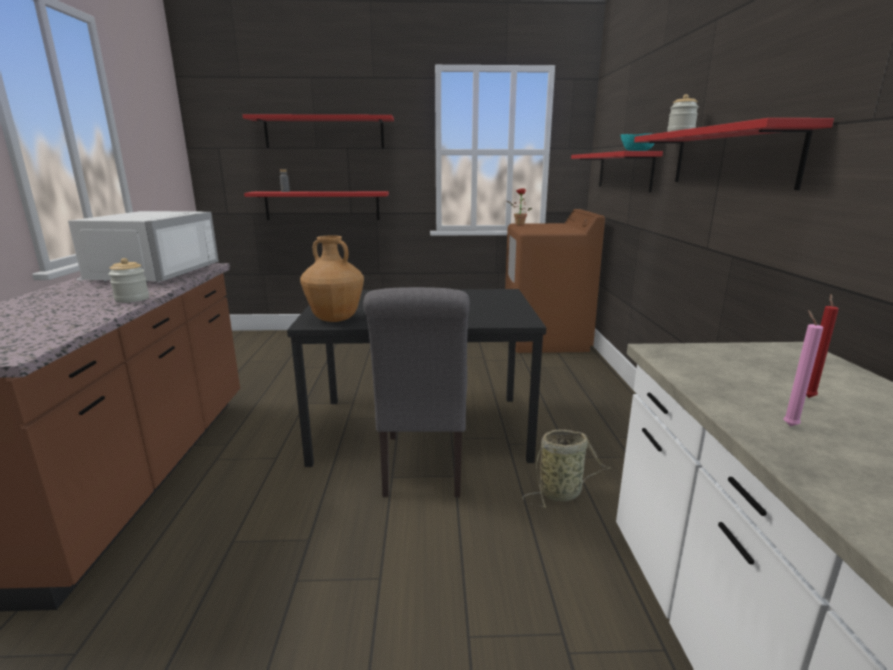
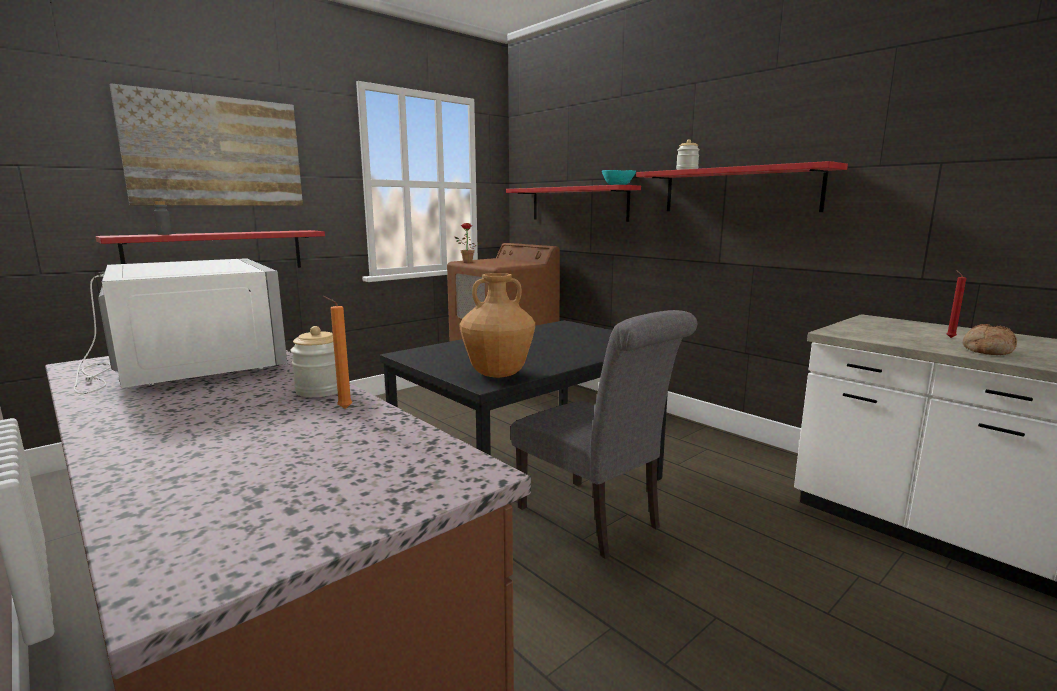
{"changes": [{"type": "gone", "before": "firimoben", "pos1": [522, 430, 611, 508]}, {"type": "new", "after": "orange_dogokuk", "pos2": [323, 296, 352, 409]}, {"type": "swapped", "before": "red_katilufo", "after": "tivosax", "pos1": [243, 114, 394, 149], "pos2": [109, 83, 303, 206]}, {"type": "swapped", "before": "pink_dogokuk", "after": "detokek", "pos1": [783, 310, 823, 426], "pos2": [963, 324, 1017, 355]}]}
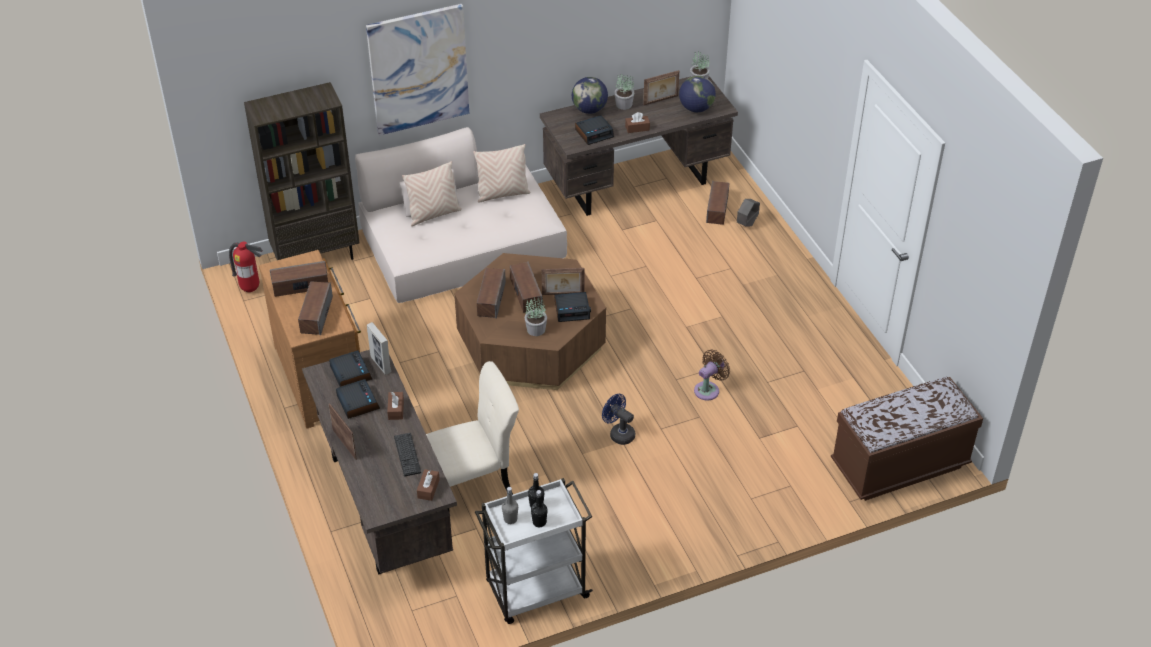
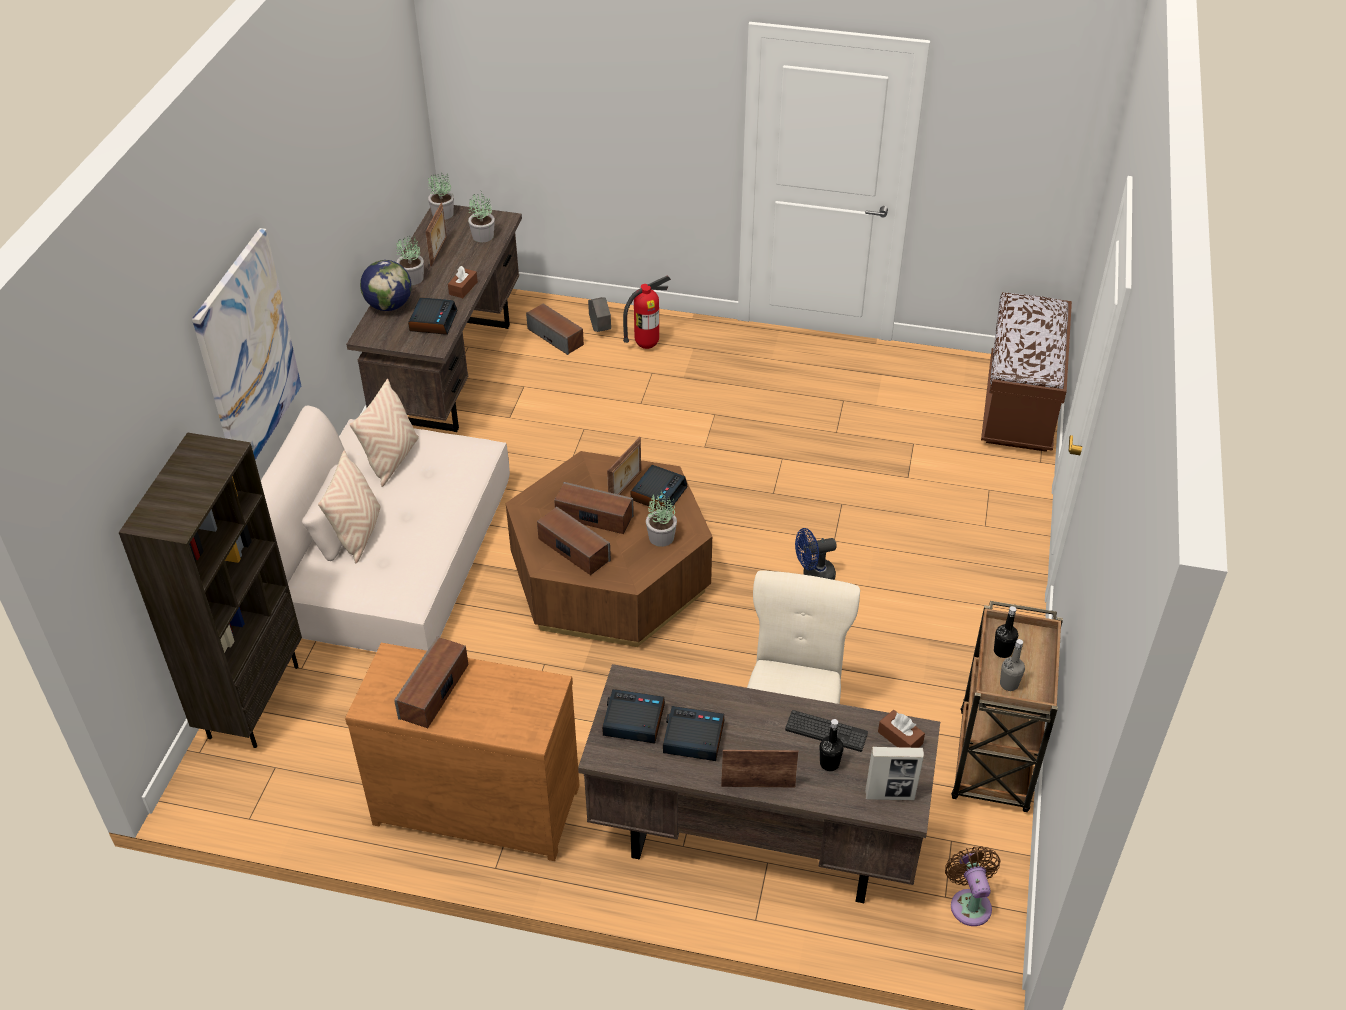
{"changes": [{"type": "gone", "before": "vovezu", "pos1": [298, 281, 333, 335]}, {"type": "gone", "before": "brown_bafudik", "pos1": [387, 392, 404, 420]}, {"type": "shifted", "before": "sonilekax", "pos1": [229, 242, 263, 292], "pos2": [623, 275, 671, 349]}, {"type": "shifted", "before": "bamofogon", "pos1": [367, 322, 391, 375], "pos2": [865, 747, 924, 800]}, {"type": "shifted", "before": "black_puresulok", "pos1": [531, 490, 548, 527], "pos2": [820, 719, 844, 771]}, {"type": "shifted", "before": "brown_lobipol", "pos1": [694, 350, 730, 401], "pos2": [945, 847, 1000, 926]}, {"type": "swapped", "before": "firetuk", "after": "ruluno", "pos1": [679, 76, 716, 112], "pos2": [468, 191, 495, 242]}, {"type": "repainted", "before": "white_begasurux", "after": "brown_begasurux", "pos1": [475, 478, 593, 624], "pos2": [951, 601, 1063, 812]}]}
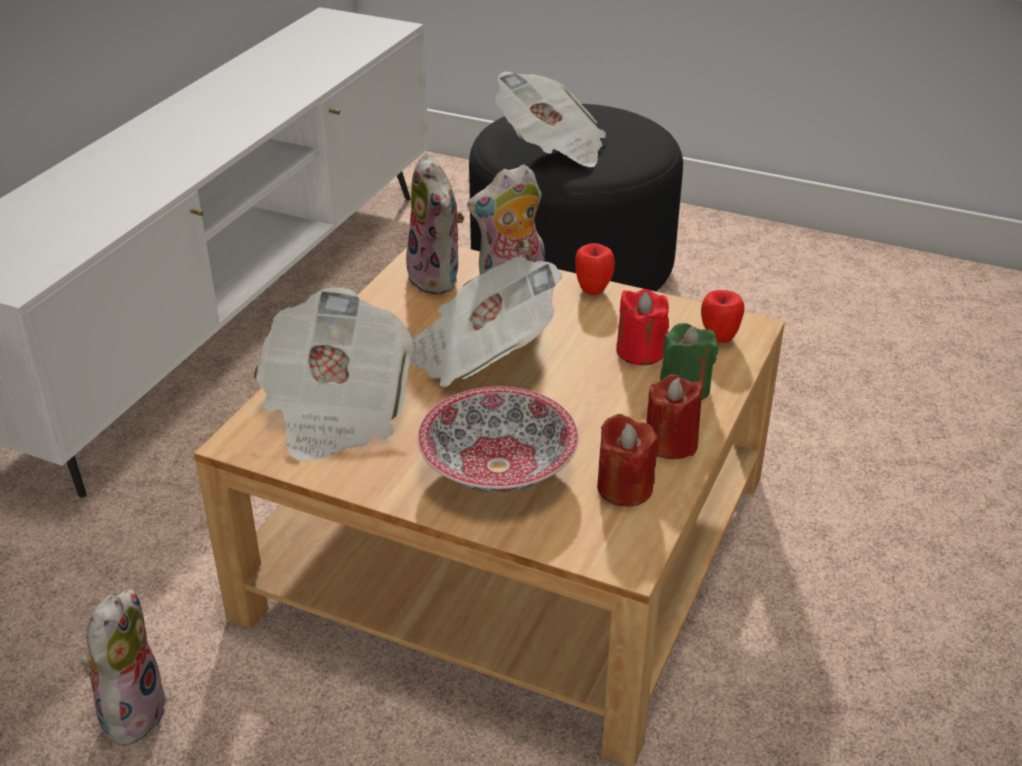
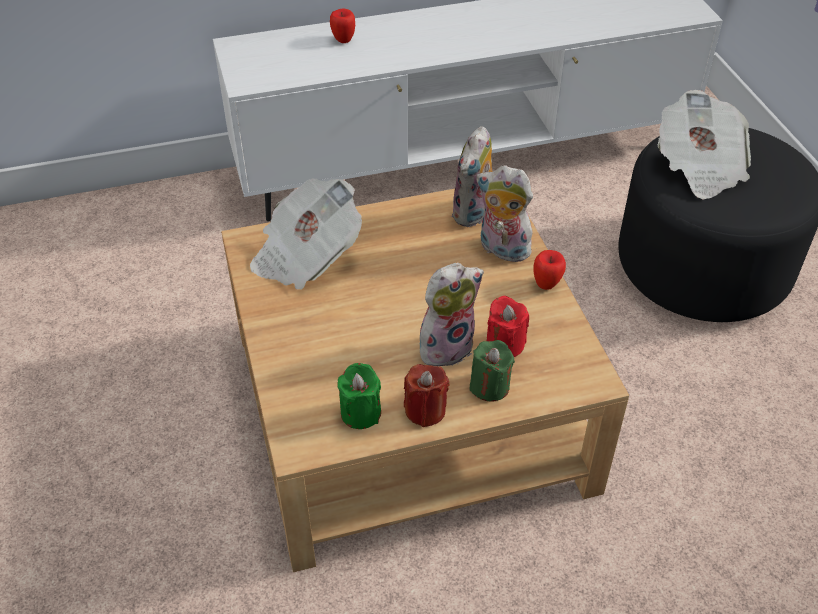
{"changes": [{"type": "gone", "before": "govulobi", "pos1": [409, 256, 562, 387]}, {"type": "gone", "before": "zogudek", "pos1": [417, 387, 579, 493]}, {"type": "shifted", "before": "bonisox", "pos1": [81, 589, 168, 746], "pos2": [420, 263, 484, 366]}, {"type": "shifted", "before": "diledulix", "pos1": [701, 290, 744, 343], "pos2": [330, 8, 355, 43]}, {"type": "repainted", "before": "red_dogokuk", "after": "green_dogokuk", "pos1": [597, 414, 658, 506], "pos2": [337, 363, 381, 429]}]}
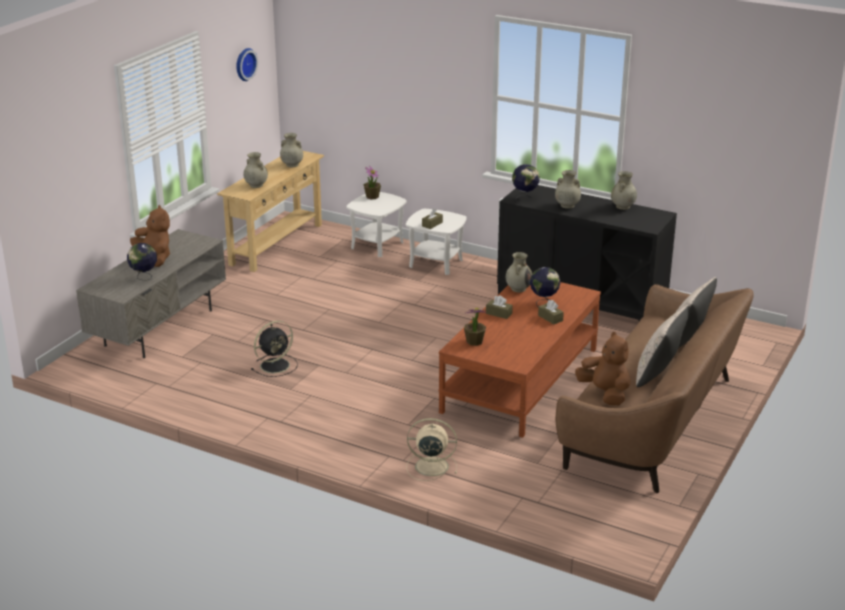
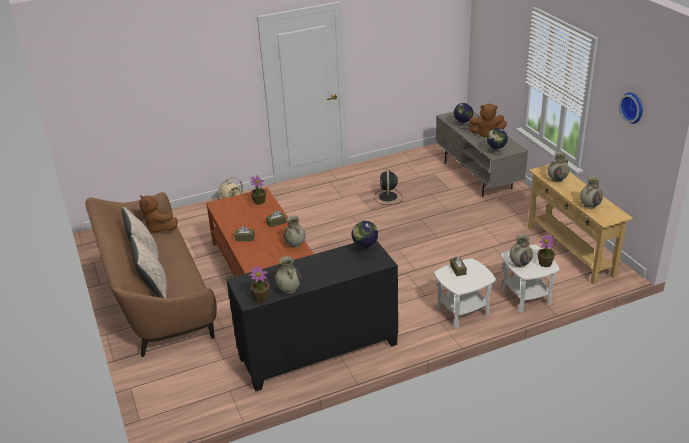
{"changes": [{"type": "new", "after": "ruluno", "pos2": [249, 265, 270, 303]}, {"type": "shifted", "before": "firetuk", "pos1": [530, 267, 560, 306], "pos2": [487, 128, 508, 154]}, {"type": "shifted", "before": "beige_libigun", "pos1": [555, 170, 581, 209], "pos2": [509, 234, 533, 267]}, {"type": "rotated", "before": "brown_bonisox", "pos1": [575, 332, 631, 405], "pos2": [139, 194, 177, 233], "turn": 45}]}
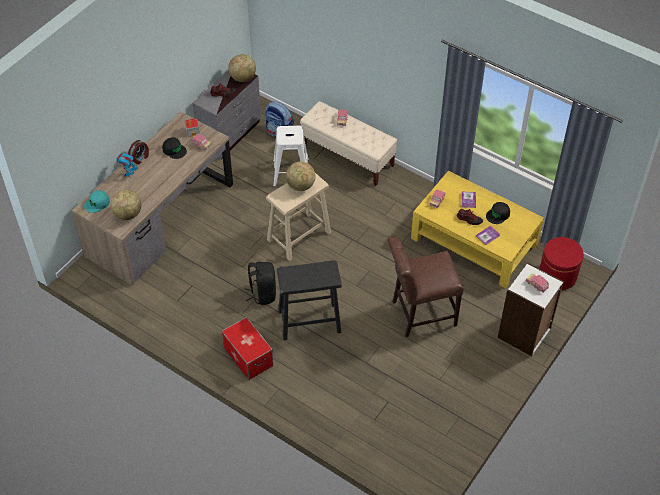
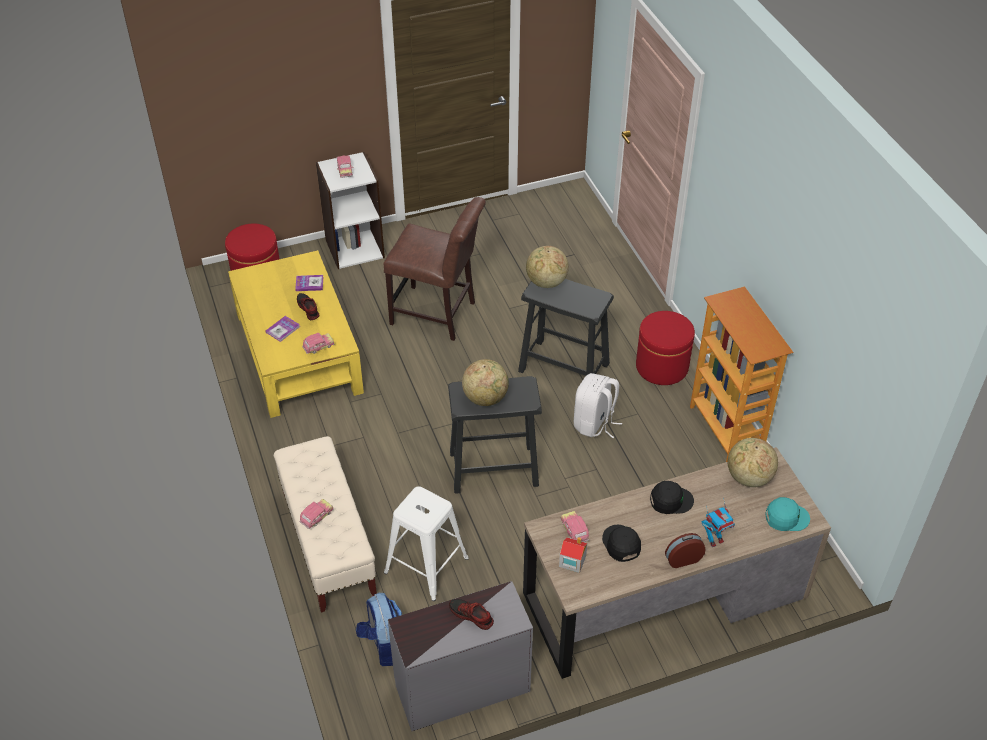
{"changes": [{"type": "new", "after": "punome", "pos2": [690, 287, 793, 462]}, {"type": "shifted", "before": "firetuk", "pos1": [228, 54, 256, 82], "pos2": [526, 246, 569, 288]}, {"type": "shifted", "before": "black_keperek", "pos1": [486, 202, 510, 224], "pos2": [650, 481, 694, 514]}, {"type": "swapped", "before": "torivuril", "after": "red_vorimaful", "pos1": [221, 317, 273, 380], "pos2": [636, 311, 695, 385]}, {"type": "repainted", "before": "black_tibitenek", "after": "white_tibitenek", "pos1": [245, 262, 276, 305], "pos2": [574, 373, 622, 438]}, {"type": "repainted", "before": "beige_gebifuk", "after": "black_gebifuk", "pos1": [266, 173, 331, 261], "pos2": [448, 376, 542, 494]}]}
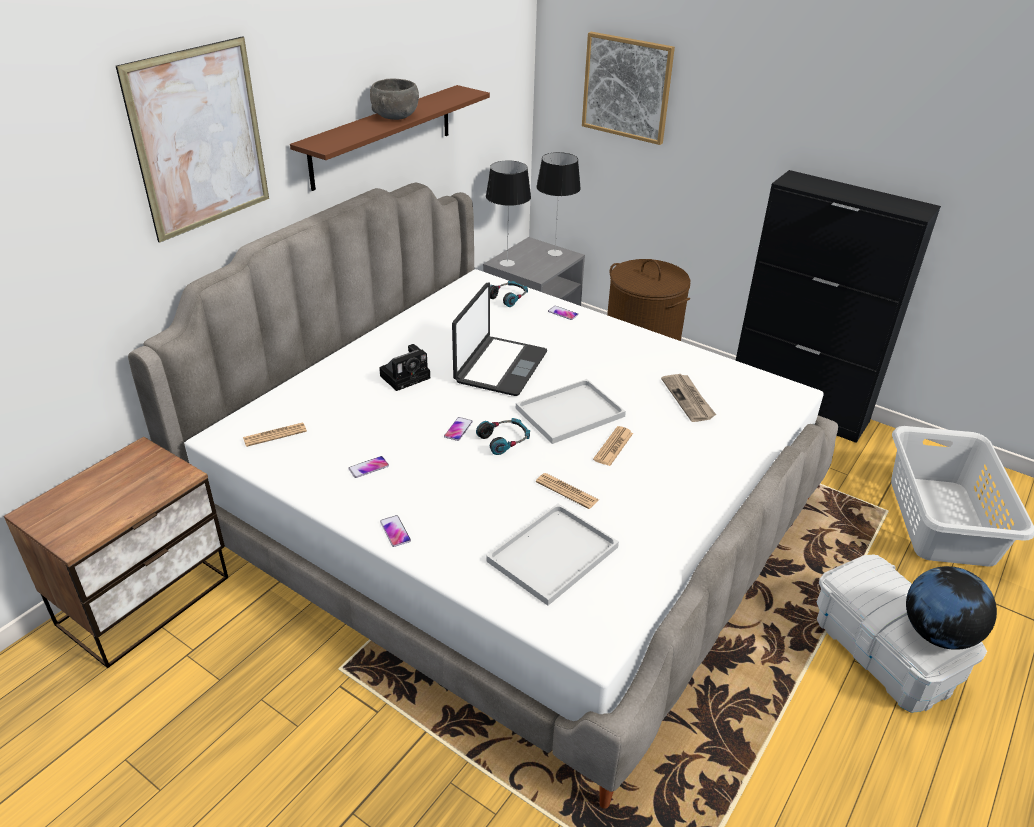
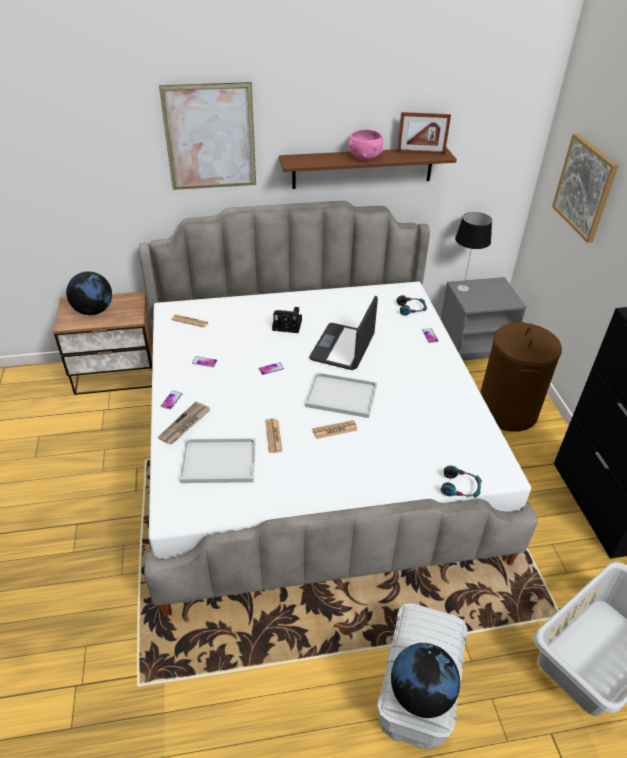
{"changes": [{"type": "gone", "before": "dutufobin", "pos1": [536, 152, 581, 256]}, {"type": "new", "after": "firetuk", "pos2": [66, 271, 112, 315]}, {"type": "new", "after": "bamofogon", "pos2": [397, 112, 451, 155]}, {"type": "shifted", "before": "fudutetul", "pos1": [476, 418, 530, 455], "pos2": [441, 466, 482, 498]}, {"type": "shifted", "before": "govulobi", "pos1": [661, 374, 716, 422], "pos2": [158, 402, 210, 445]}, {"type": "repainted", "before": "grey_zogudek", "after": "pink_zogudek", "pos1": [370, 79, 419, 120], "pos2": [348, 130, 383, 160]}, {"type": "rotated", "before": "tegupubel", "pos1": [452, 282, 547, 396], "pos2": [309, 295, 378, 370], "turn": 135}]}
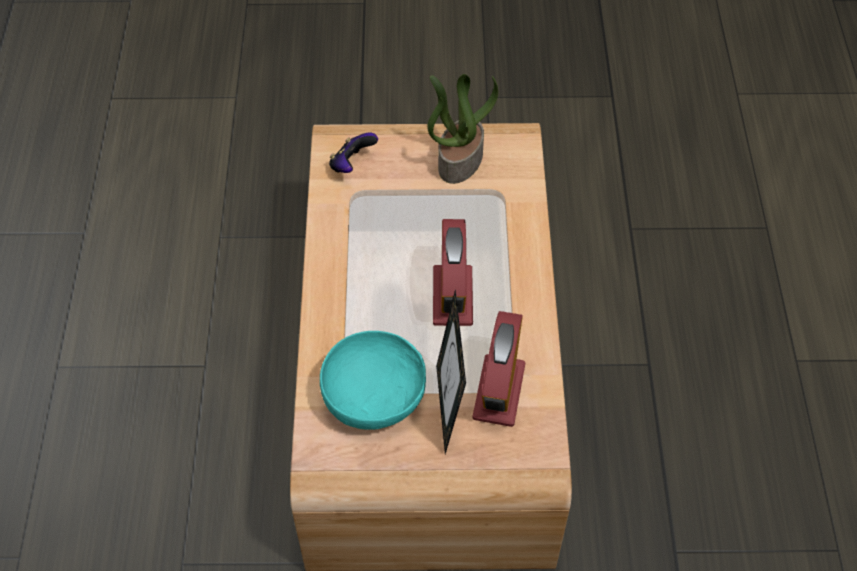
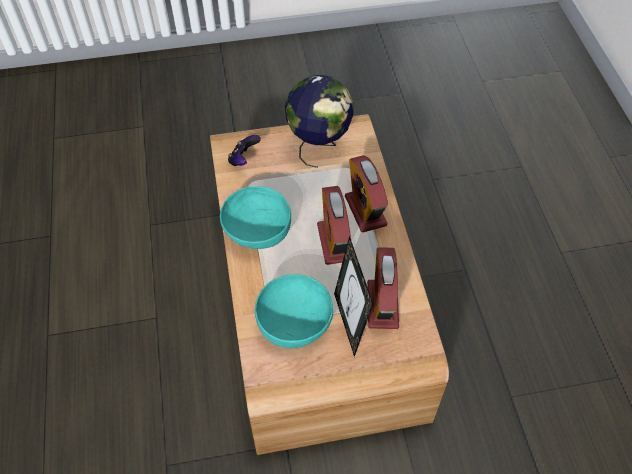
{"changes": [{"type": "new", "after": "turquoise_zogudek", "pos2": [220, 186, 291, 249]}, {"type": "new", "after": "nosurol", "pos2": [345, 155, 388, 233]}, {"type": "swapped", "before": "ruluno", "after": "firetuk", "pos1": [427, 74, 498, 184], "pos2": [285, 75, 354, 168]}]}
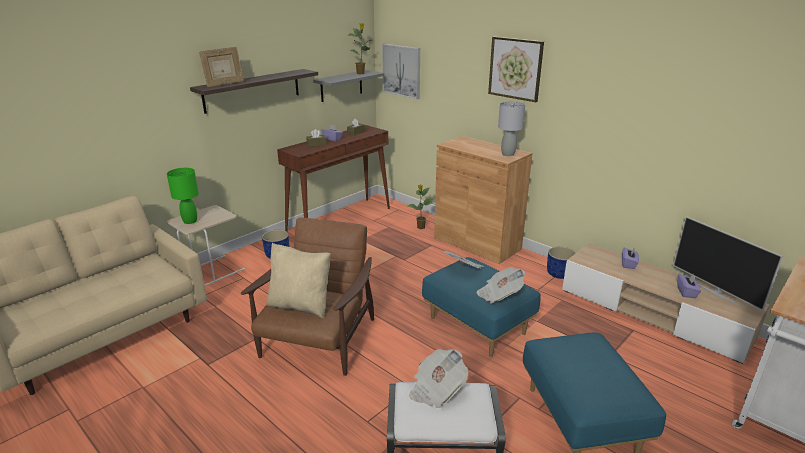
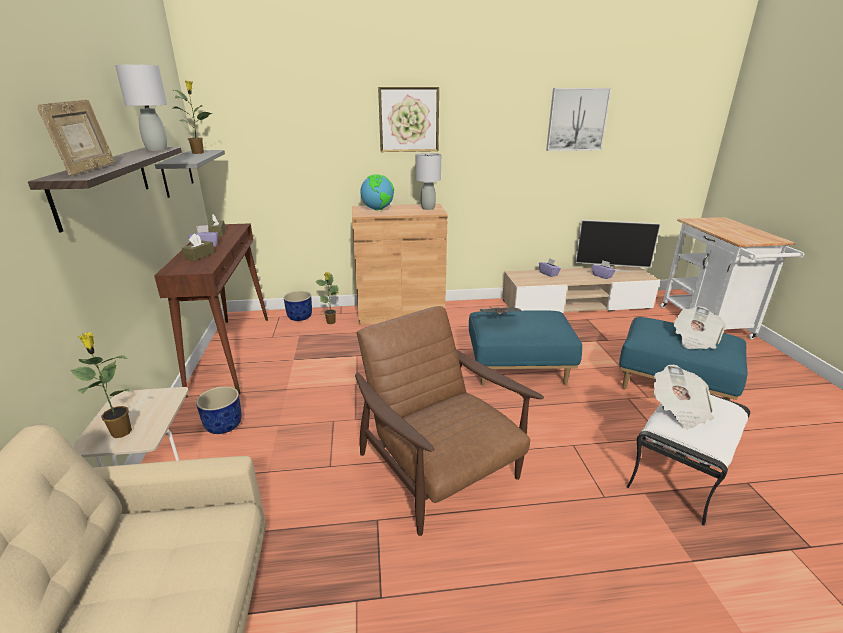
{"changes": [{"type": "gone", "before": "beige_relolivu", "pos1": [266, 243, 331, 319]}, {"type": "new", "after": "grey_dutufobin", "pos2": [115, 65, 167, 151]}, {"type": "new", "after": "firetuk", "pos2": [360, 174, 394, 210]}, {"type": "shifted", "before": "tivosax", "pos1": [382, 44, 420, 99], "pos2": [546, 88, 611, 151]}, {"type": "shifted", "before": "govulobi", "pos1": [477, 267, 526, 304], "pos2": [673, 306, 726, 349]}, {"type": "shifted", "before": "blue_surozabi", "pos1": [547, 247, 576, 279], "pos2": [284, 291, 312, 321]}, {"type": "swapped", "before": "green_dutufobin", "after": "ruluno", "pos1": [167, 168, 199, 224], "pos2": [70, 332, 132, 438]}]}
